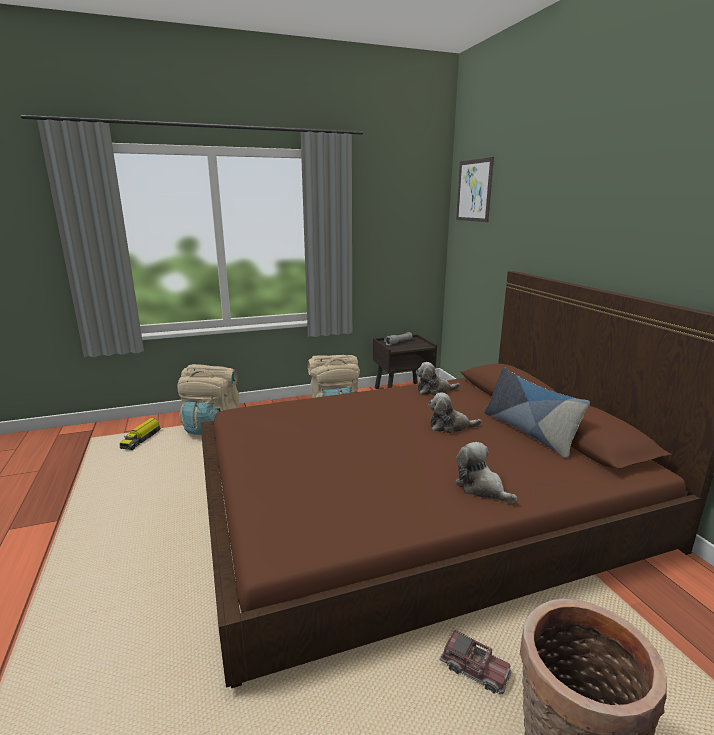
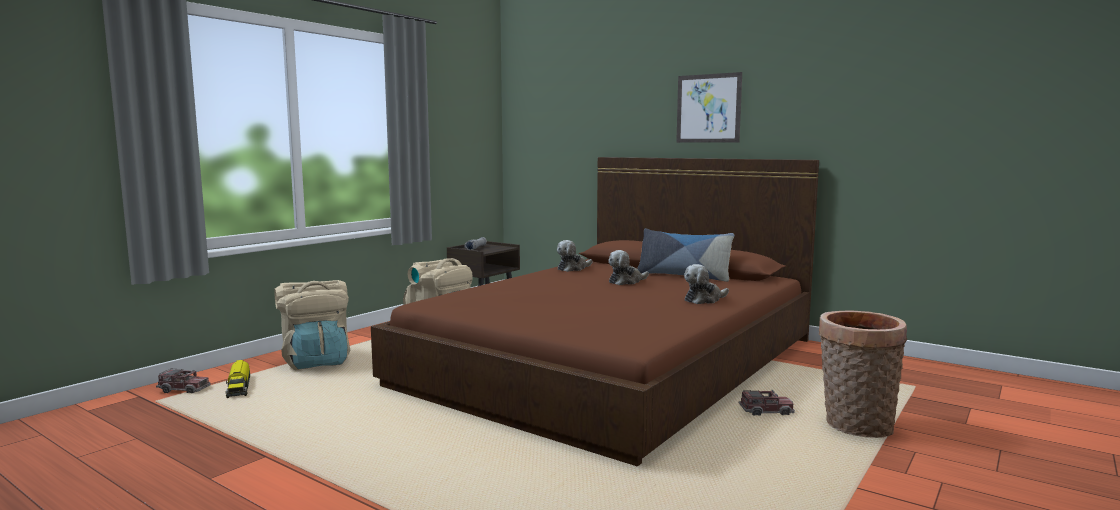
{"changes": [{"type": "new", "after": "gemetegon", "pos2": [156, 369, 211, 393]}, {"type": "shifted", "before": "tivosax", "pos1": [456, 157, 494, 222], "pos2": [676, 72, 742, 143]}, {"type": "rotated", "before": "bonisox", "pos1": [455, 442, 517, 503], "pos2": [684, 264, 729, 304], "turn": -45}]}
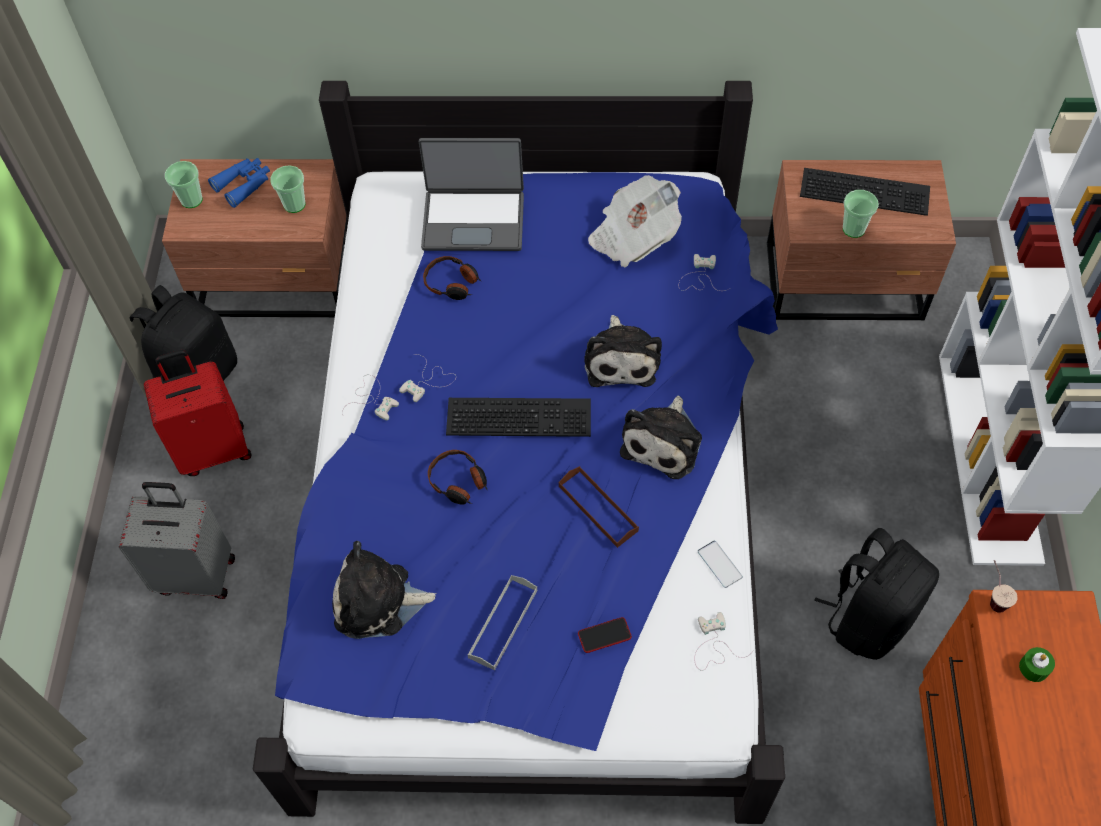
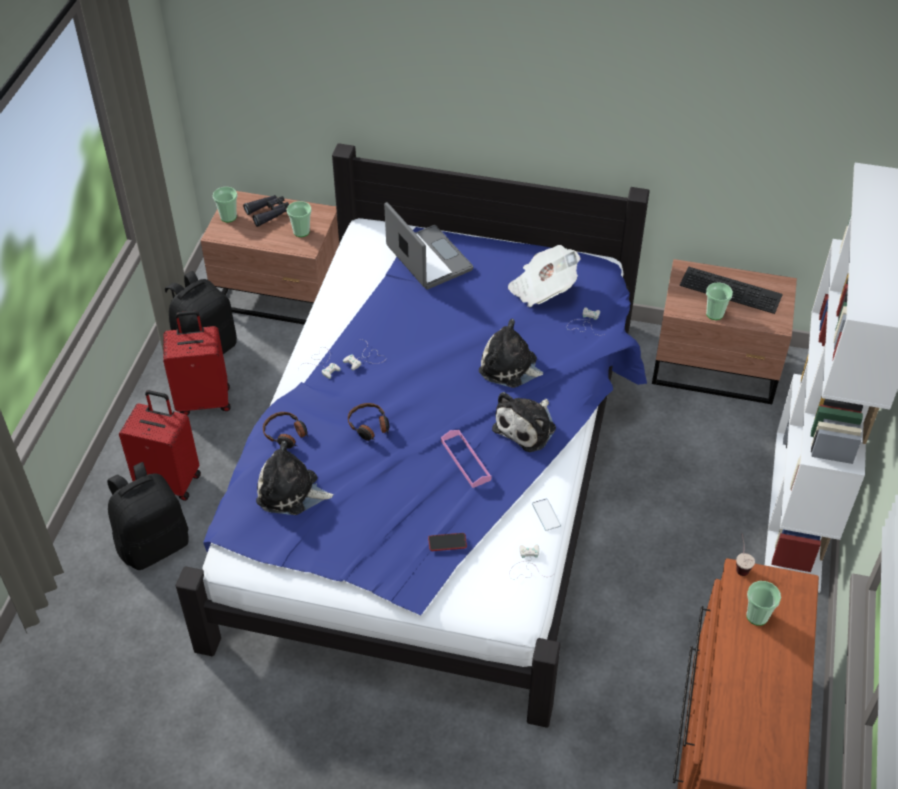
{"changes": [{"type": "gone", "before": "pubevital", "pos1": [446, 398, 591, 437]}, {"type": "gone", "before": "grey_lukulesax", "pos1": [467, 575, 537, 671]}, {"type": "shifted", "before": "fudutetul", "pos1": [423, 256, 481, 300], "pos2": [263, 412, 308, 448]}, {"type": "shifted", "before": "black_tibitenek", "pos1": [814, 528, 939, 660], "pos2": [107, 462, 189, 570]}, {"type": "swapped", "before": "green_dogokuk", "after": "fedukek", "pos1": [1019, 647, 1055, 682], "pos2": [746, 581, 781, 626]}, {"type": "repainted", "before": "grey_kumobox", "after": "red_kumobox", "pos1": [118, 482, 235, 599], "pos2": [119, 390, 201, 501]}, {"type": "repainted", "before": "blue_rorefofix", "after": "black_rorefofix", "pos1": [208, 158, 270, 208], "pos2": [243, 195, 289, 227]}, {"type": "repainted", "before": "brown_lukulesax", "after": "pink_lukulesax", "pos1": [559, 466, 639, 548], "pos2": [441, 430, 491, 488]}, {"type": "rotated", "before": "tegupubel", "pos1": [419, 138, 524, 251], "pos2": [384, 202, 473, 290], "turn": -135}, {"type": "rotated", "before": "bonisox", "pos1": [584, 315, 662, 387], "pos2": [479, 319, 544, 388], "turn": 105}]}
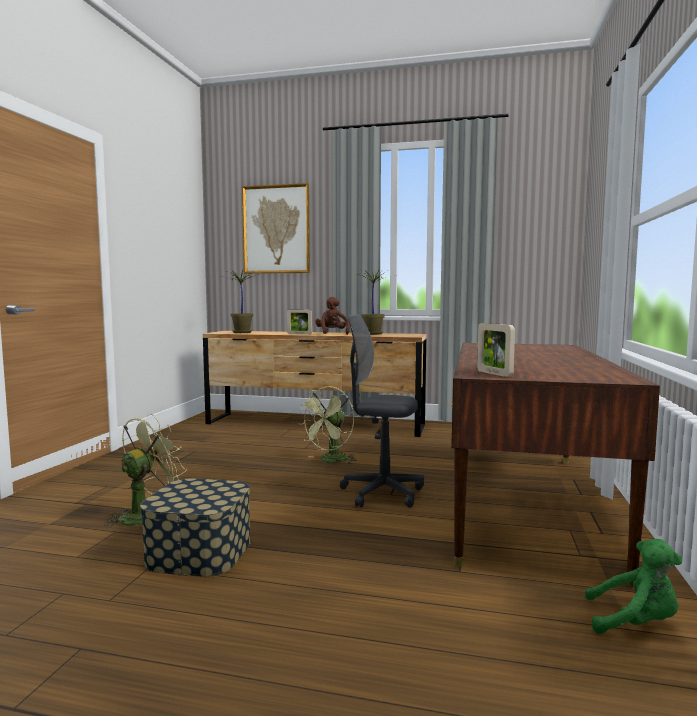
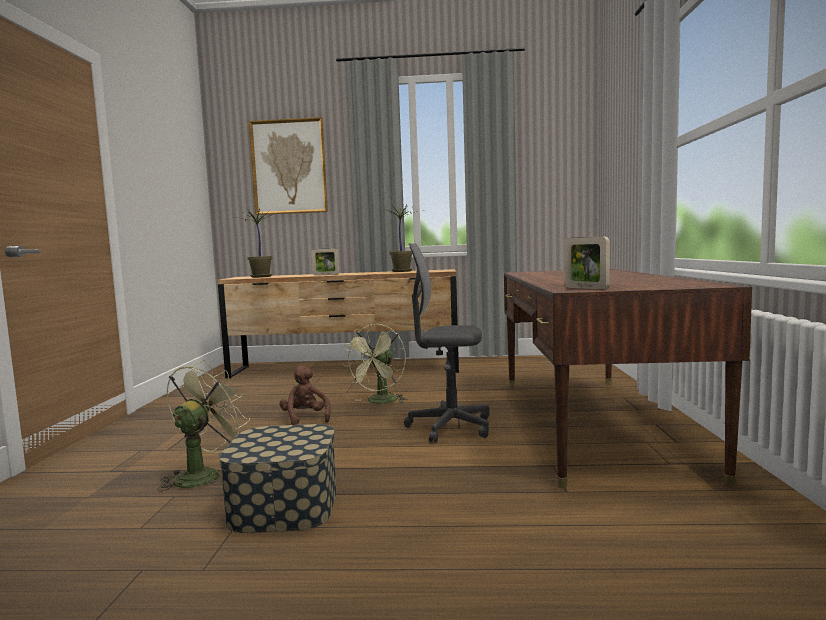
{"changes": [{"type": "gone", "before": "green_bonisox", "pos1": [585, 539, 682, 634]}, {"type": "shifted", "before": "brown_bonisox", "pos1": [315, 297, 350, 335], "pos2": [279, 366, 331, 425]}]}
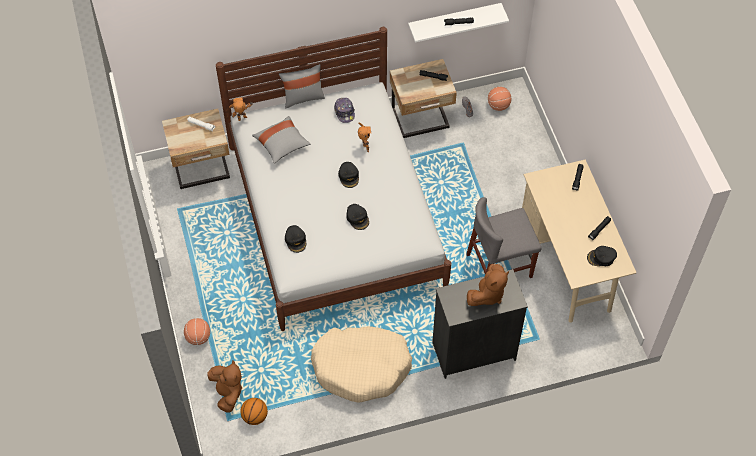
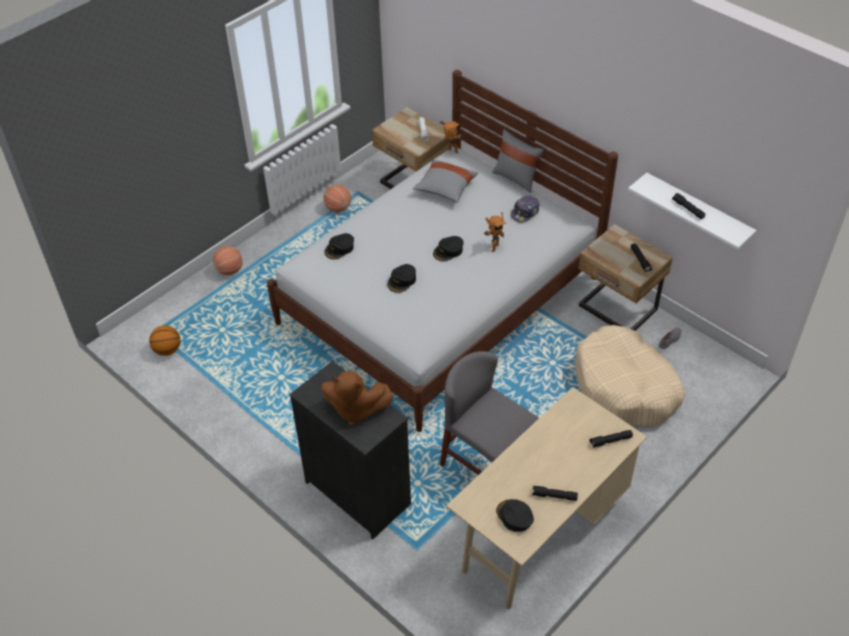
{"changes": [{"type": "gone", "before": "brown_bonisox", "pos1": [207, 361, 242, 413]}, {"type": "shifted", "before": "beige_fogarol", "pos1": [311, 327, 412, 403], "pos2": [575, 325, 685, 427]}, {"type": "shifted", "before": "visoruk", "pos1": [488, 87, 511, 111], "pos2": [323, 184, 351, 212]}]}
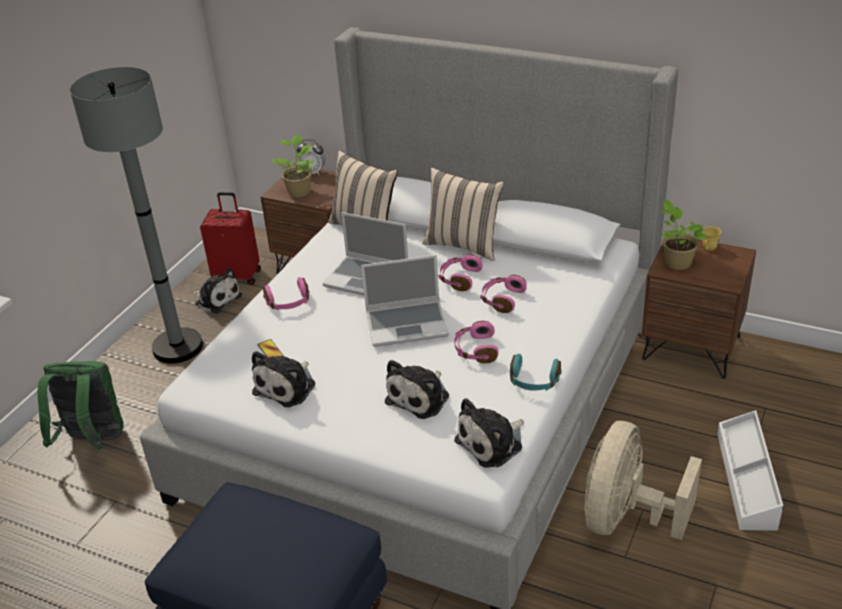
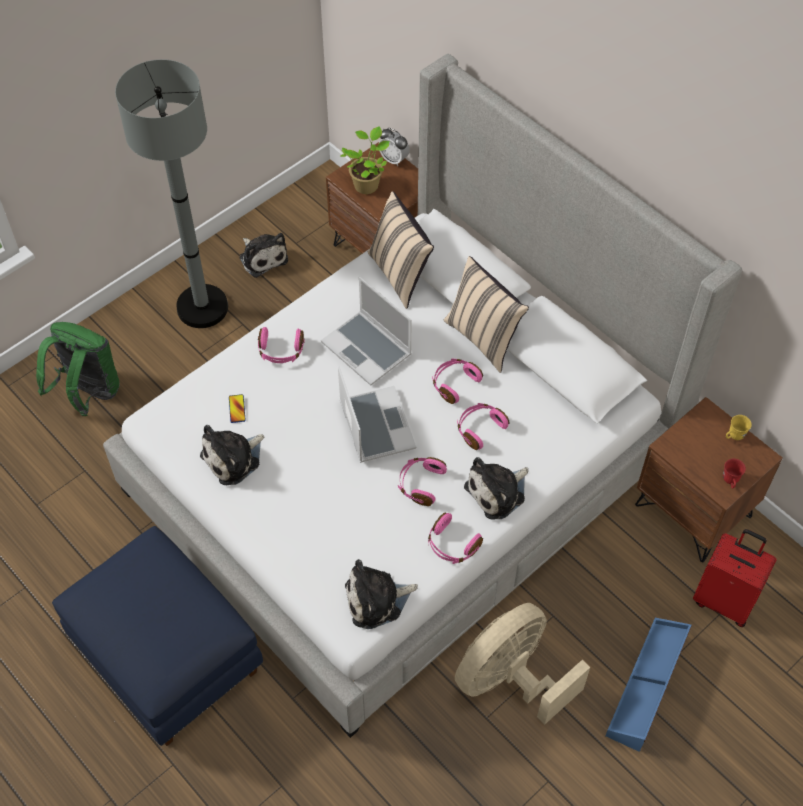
{"changes": [{"type": "gone", "before": "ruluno", "pos1": [661, 199, 707, 270]}, {"type": "new", "after": "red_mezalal", "pos2": [723, 459, 746, 489]}, {"type": "shifted", "before": "red_kumobox", "pos1": [200, 192, 261, 285], "pos2": [693, 529, 777, 627]}, {"type": "shifted", "before": "bonisox", "pos1": [385, 360, 449, 419], "pos2": [464, 457, 529, 520]}, {"type": "repainted", "before": "turquoise_fudutetul", "after": "pink_fudutetul", "pos1": [510, 354, 562, 391], "pos2": [428, 512, 483, 564]}, {"type": "repainted", "before": "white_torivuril", "after": "blue_torivuril", "pos1": [717, 410, 784, 531], "pos2": [605, 618, 692, 752]}, {"type": "rotated", "before": "tegupubel", "pos1": [361, 255, 449, 347], "pos2": [338, 366, 416, 463], "turn": -120}]}
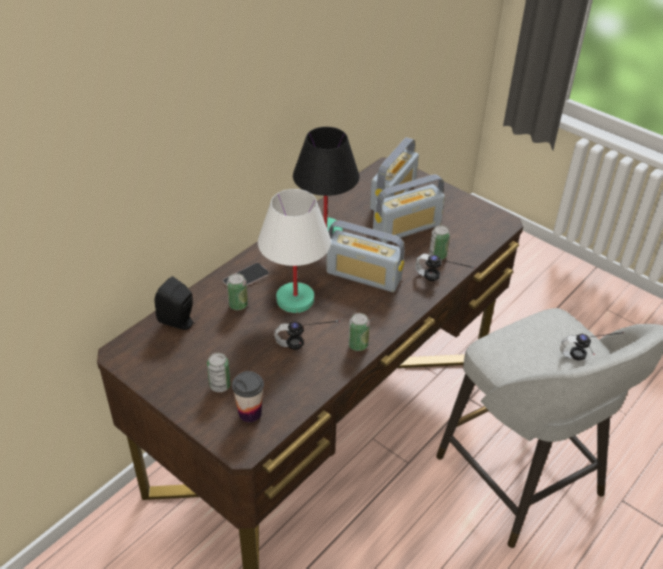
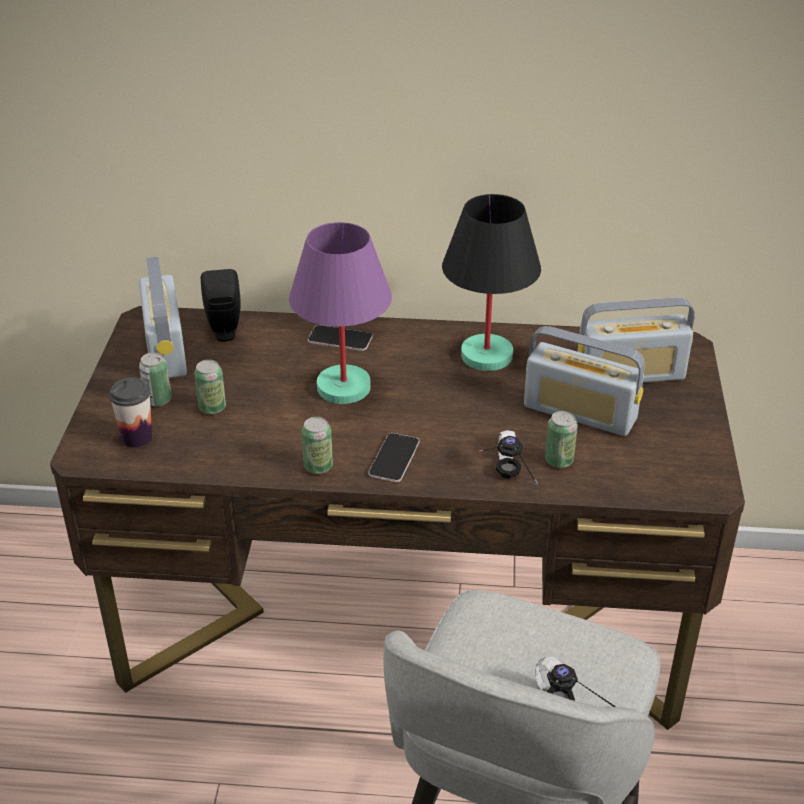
{"changes": [{"type": "gone", "before": "fudutetul", "pos1": [274, 320, 340, 350]}, {"type": "new", "after": "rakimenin", "pos2": [369, 433, 419, 482]}, {"type": "shifted", "before": "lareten", "pos1": [227, 273, 248, 310], "pos2": [194, 360, 226, 414]}, {"type": "shifted", "before": "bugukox", "pos1": [326, 220, 405, 292], "pos2": [139, 257, 187, 378]}, {"type": "repainted", "before": "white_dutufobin", "after": "purple_dutufobin", "pos1": [258, 189, 331, 313], "pos2": [289, 222, 392, 404]}]}
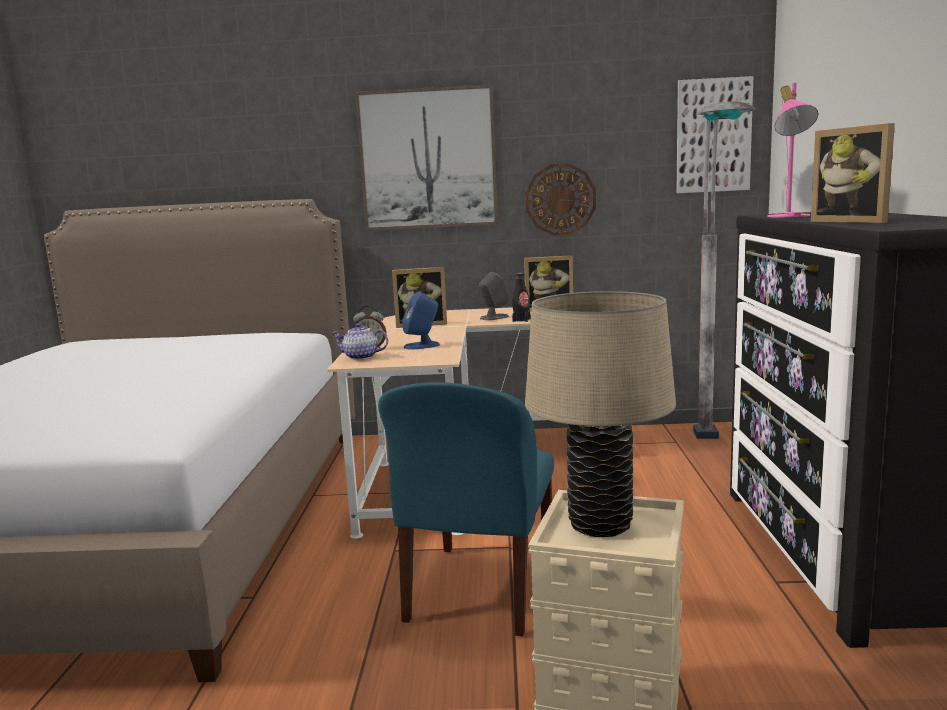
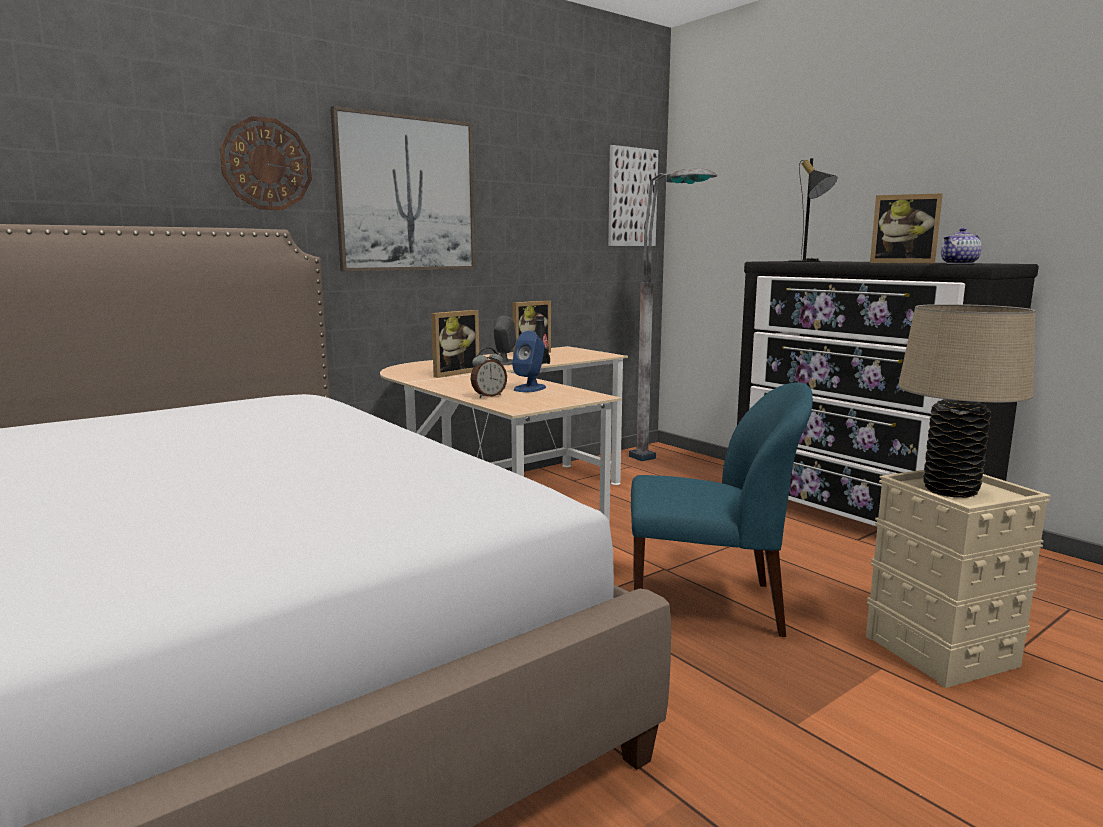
{"changes": [{"type": "shifted", "before": "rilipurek", "pos1": [332, 323, 388, 360], "pos2": [941, 228, 982, 264]}, {"type": "shifted", "before": "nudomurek", "pos1": [526, 163, 596, 236], "pos2": [220, 116, 312, 210]}, {"type": "repainted", "before": "pink_dutufobin", "after": "black_dutufobin", "pos1": [767, 83, 818, 217], "pos2": [788, 158, 838, 262]}, {"type": "rotated", "before": "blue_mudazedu", "pos1": [378, 382, 554, 636], "pos2": [631, 382, 813, 637], "turn": -60}]}
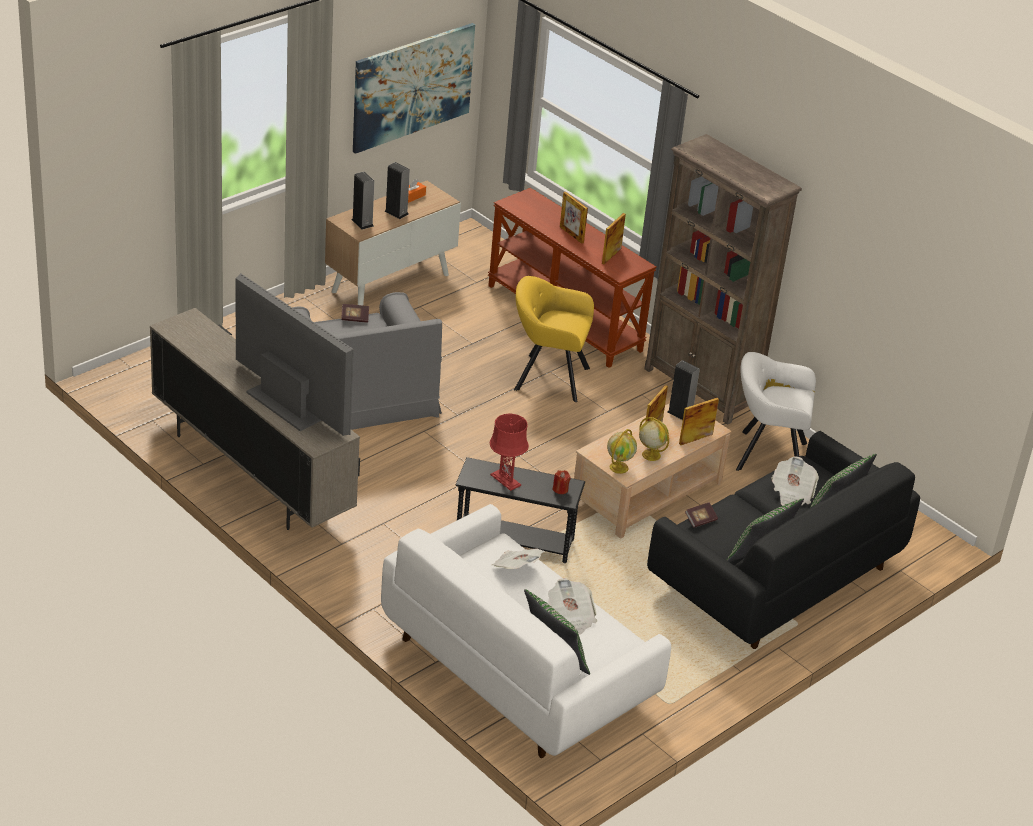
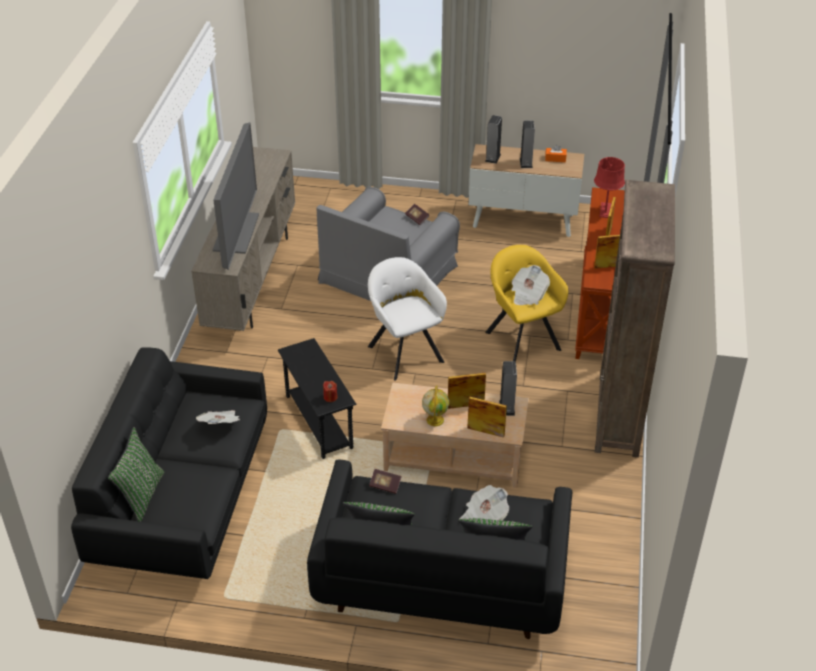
{"changes": [{"type": "gone", "before": "tivosax", "pos1": [353, 23, 475, 154]}, {"type": "gone", "before": "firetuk", "pos1": [607, 429, 637, 474]}, {"type": "shifted", "before": "red_dutufobin", "pos1": [490, 414, 529, 491], "pos2": [594, 157, 625, 218]}, {"type": "shifted", "before": "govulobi", "pos1": [548, 578, 597, 635], "pos2": [512, 265, 550, 305]}, {"type": "shifted", "before": "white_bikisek", "pos1": [736, 352, 816, 471], "pos2": [368, 257, 447, 381]}, {"type": "repainted", "before": "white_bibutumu", "after": "black_bibutumu", "pos1": [381, 504, 671, 758], "pos2": [71, 347, 267, 579]}]}
